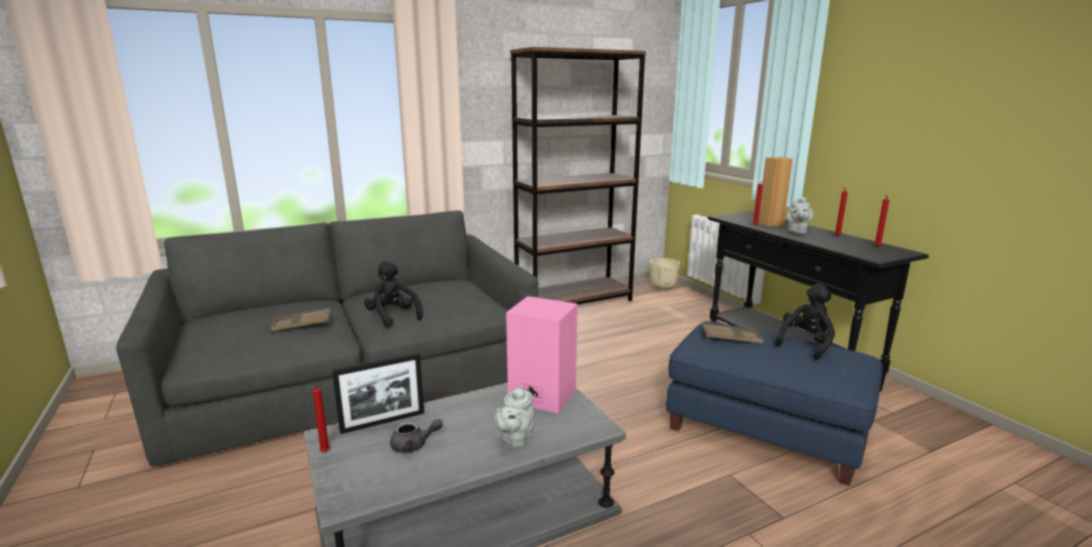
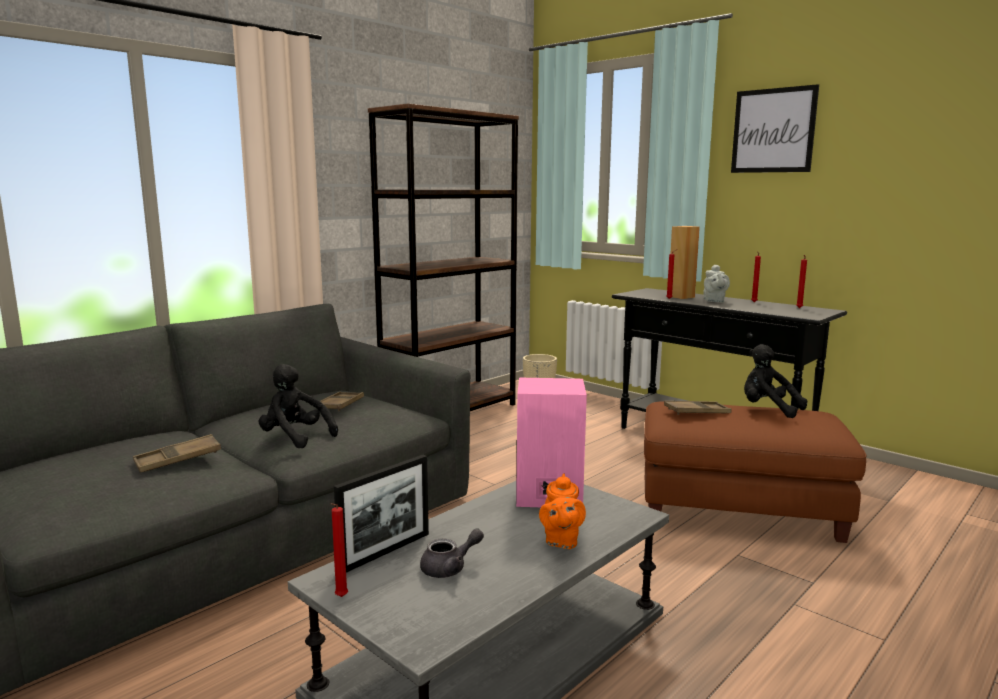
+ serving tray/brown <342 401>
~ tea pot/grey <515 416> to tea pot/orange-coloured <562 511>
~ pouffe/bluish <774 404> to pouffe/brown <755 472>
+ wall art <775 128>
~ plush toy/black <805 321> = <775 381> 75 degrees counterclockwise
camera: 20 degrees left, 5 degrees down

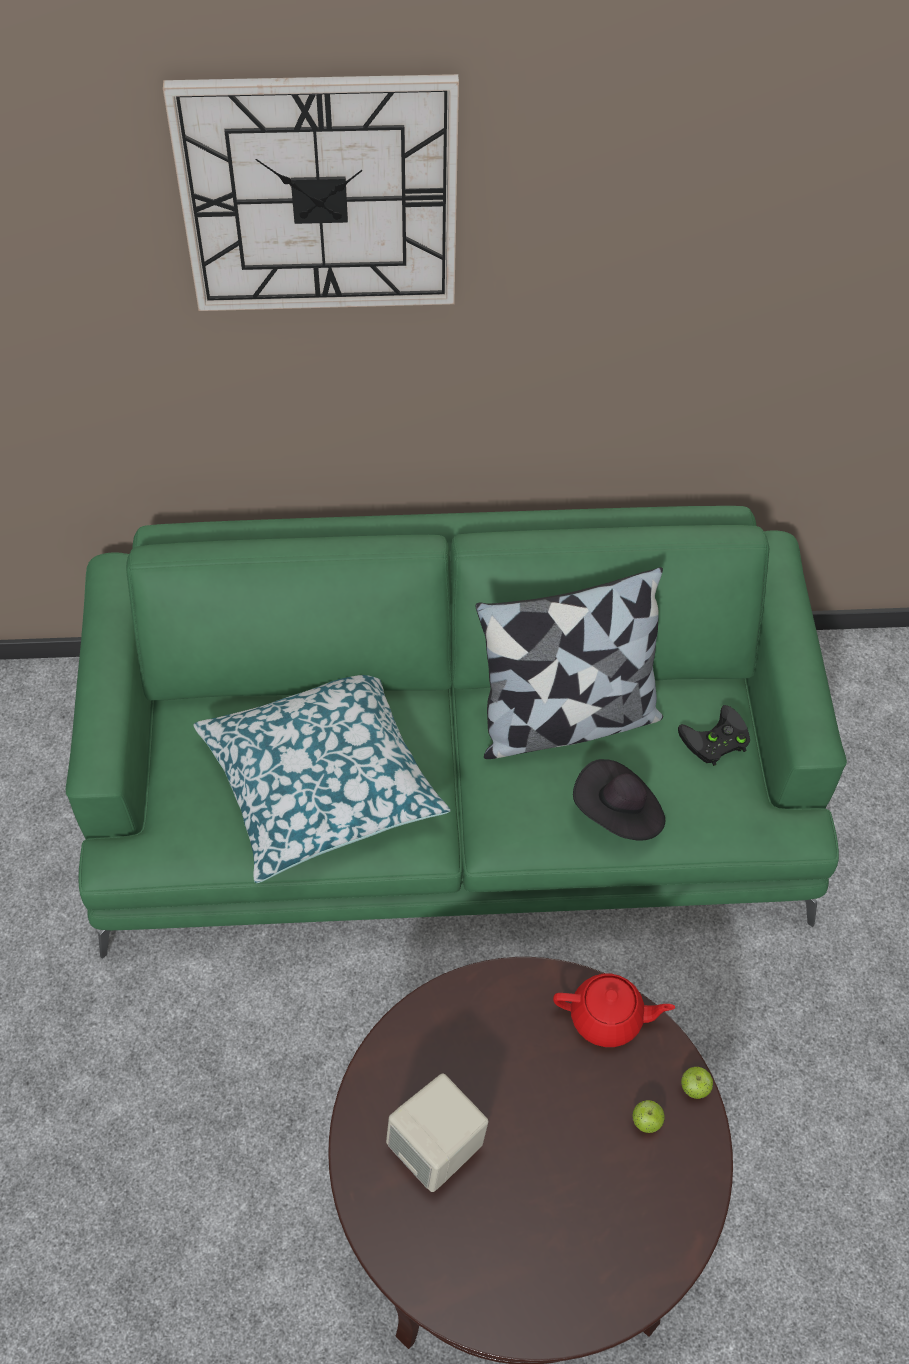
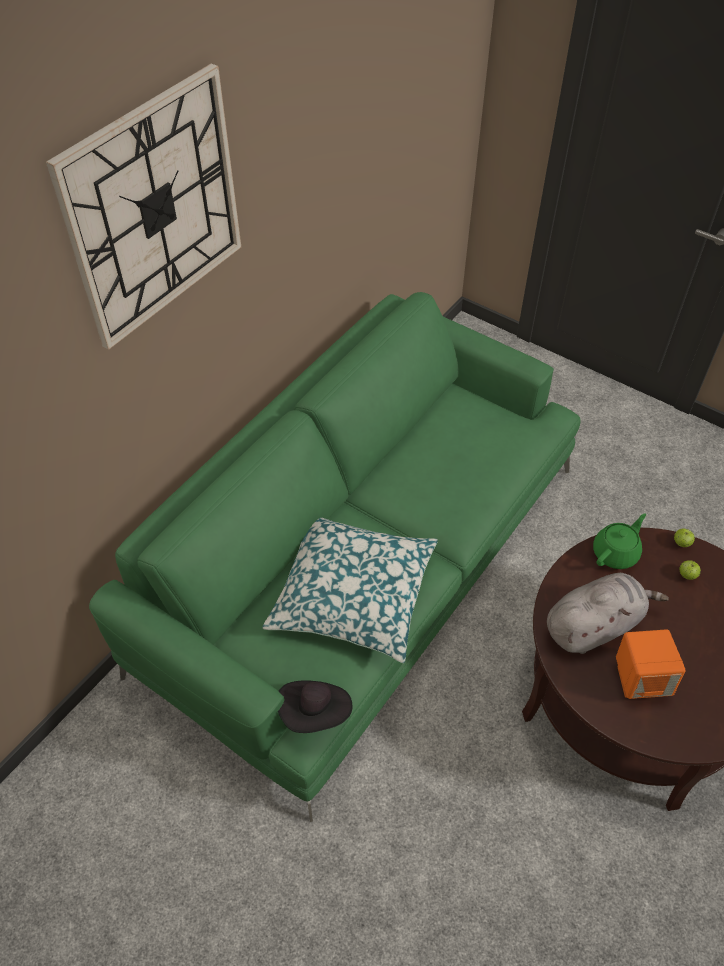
~ hat/black <619 799> to <315 706>
+ plush toy/grey <608 613>
~ tea pot/red-coloured <614 1010> to tea pot/green <619 541>
~ loudspeaker/sand-coloured <437 1132> to loudspeaker/orange-coloured <651 664>
- cushion <569 663>
- game controller/black <714 735>
camera: 50 degrees left, 5 degrees down

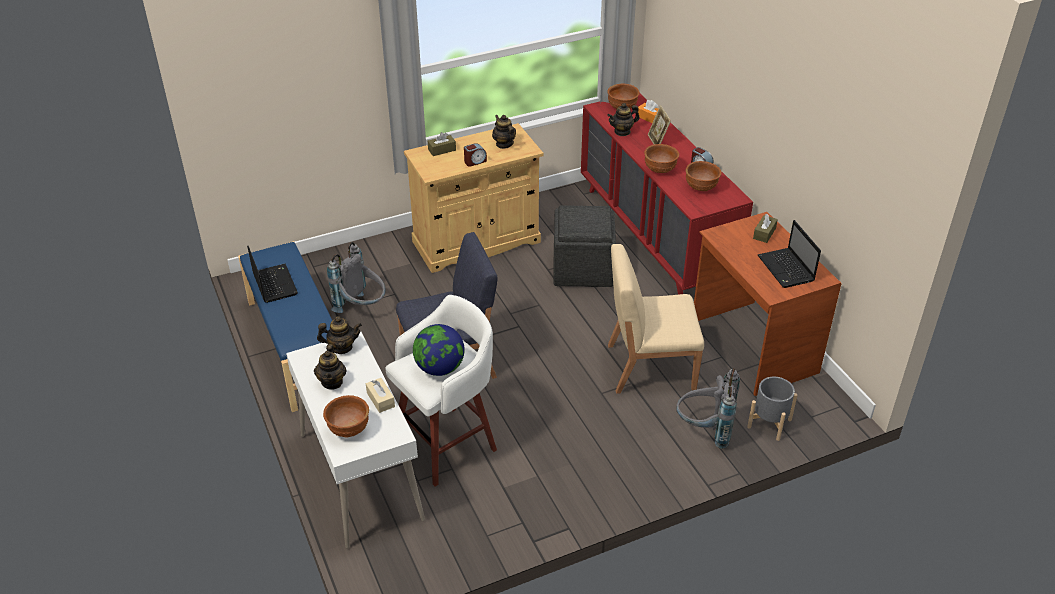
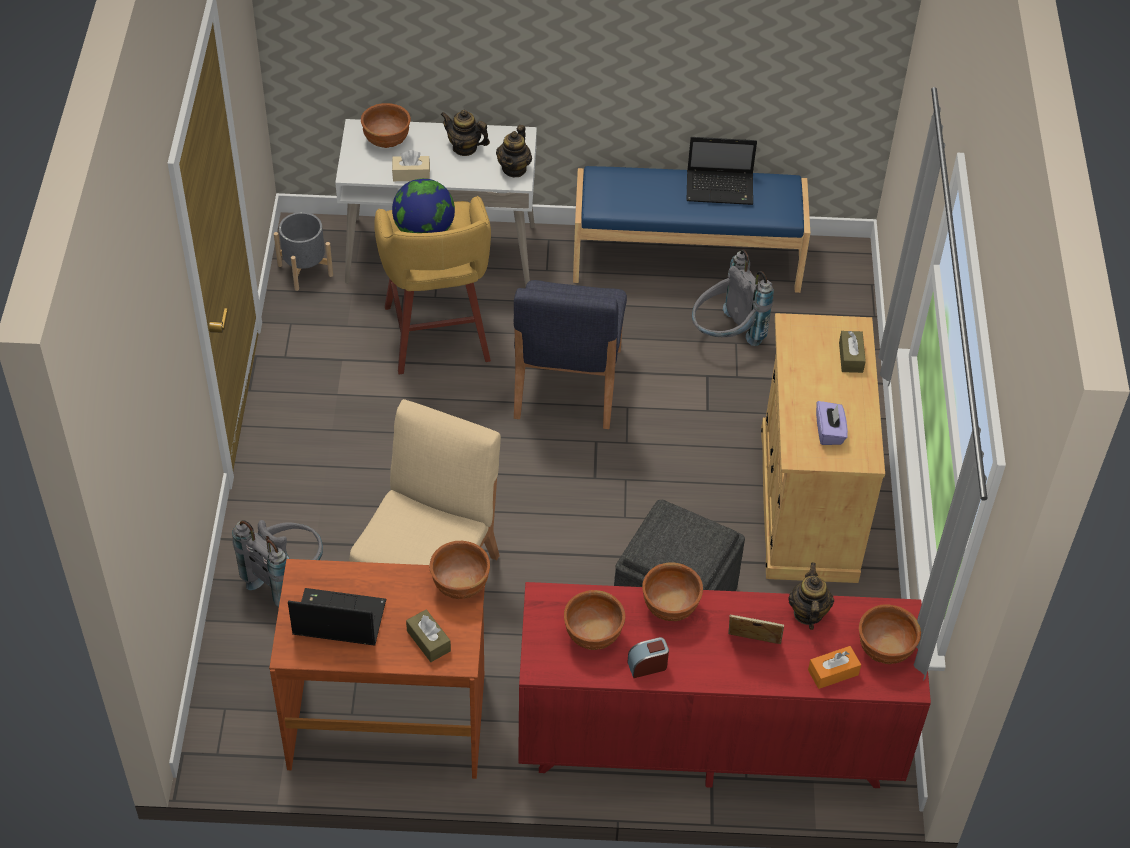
~ plant pot/grey <772 409> to <303 251>
~ stool seat/whitish <441 391> to stool seat/yellow-coloured <432 285>
+ bowl/brown <459 570>
~ tea pot <504 132> to tissue box/purple-coloured <832 423>
- bedside clock <475 155>
camera: 115 degrees right, 10 degrees up

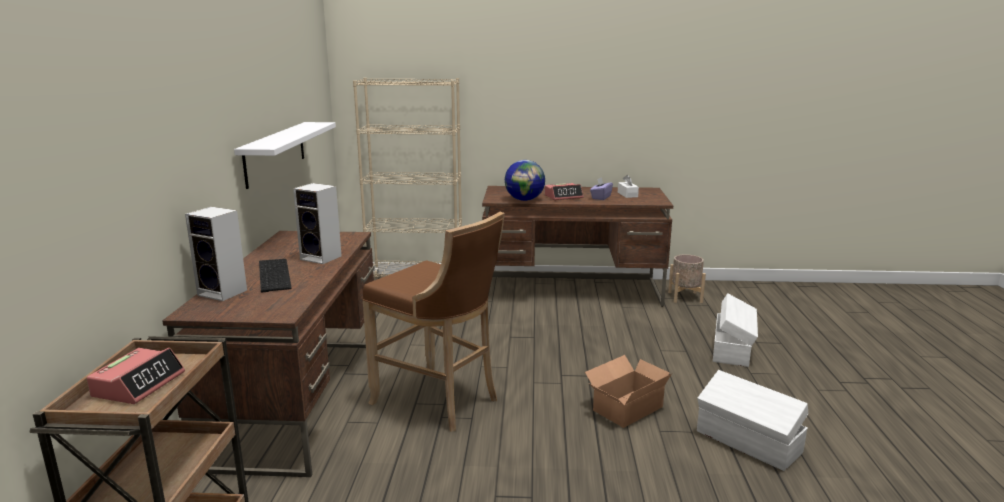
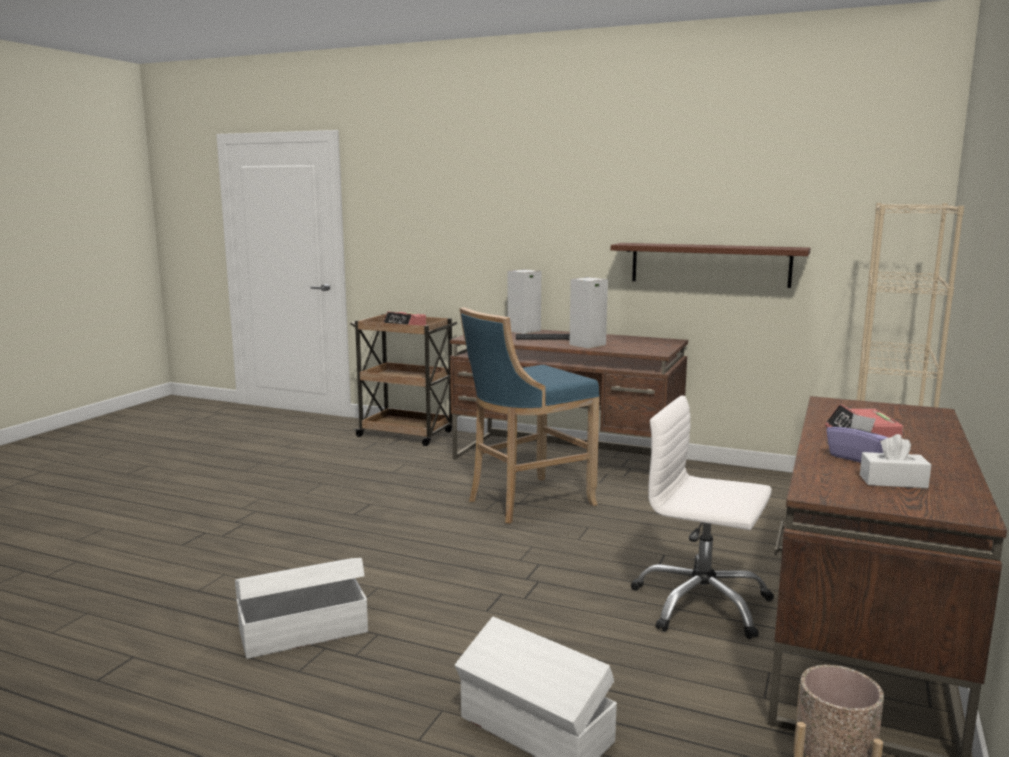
~ stool seat/brown <433 322> to stool seat/bluish <529 415>
~ shelf/whitish <285 155> to shelf/brown <710 265>
+ computer chair/whitish <702 517>
- globe <525 180>
- packing box <628 391>
camera: 110 degrees right, 5 degrees down

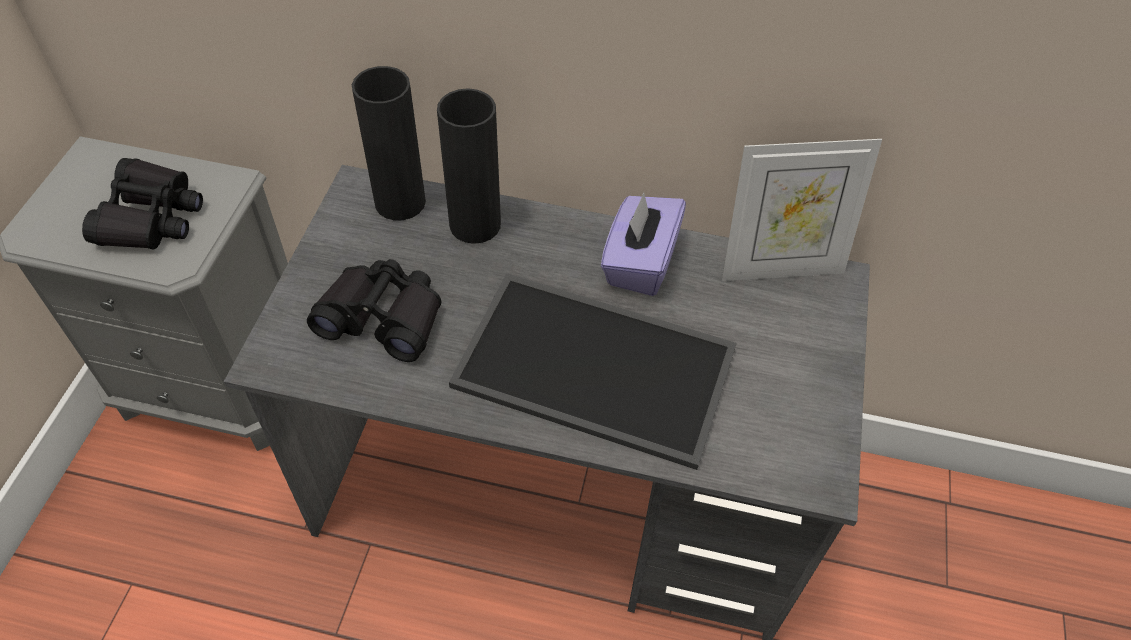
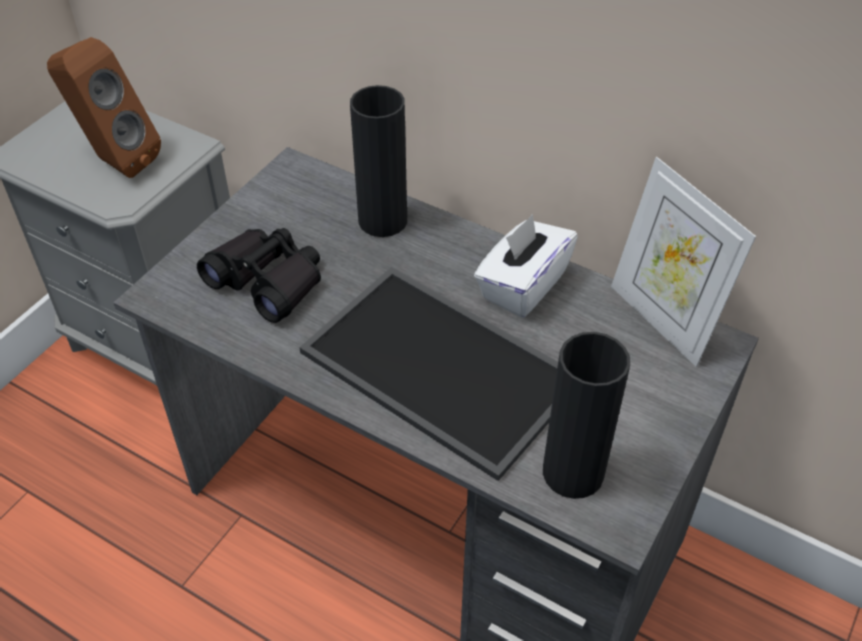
~ field glasses/black <142 203> to loudspeaker/brown <104 107>
~ tissue box/purple-coloured <643 244> to tissue box/whitish <526 266>
~ vase/black <389 143> to <586 415>
~ standing frame <802 210> = <683 262> 45 degrees clockwise
camera: 20 degrees right, 5 degrees down

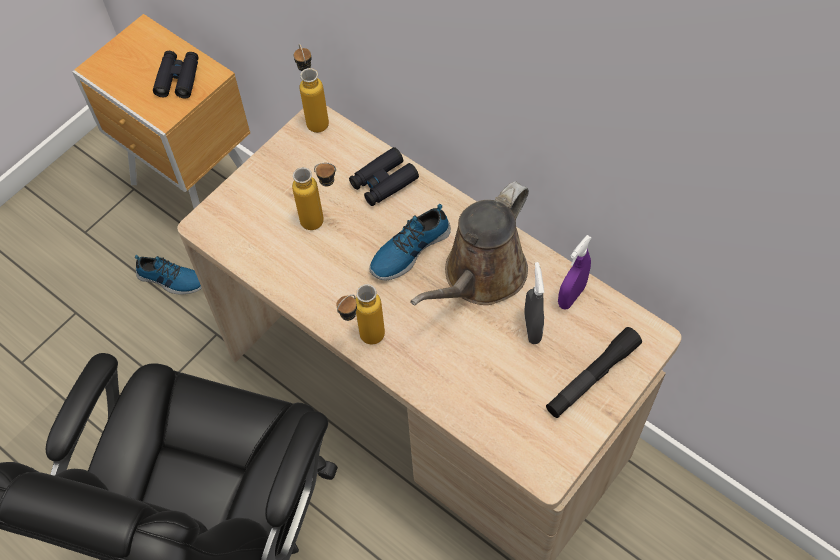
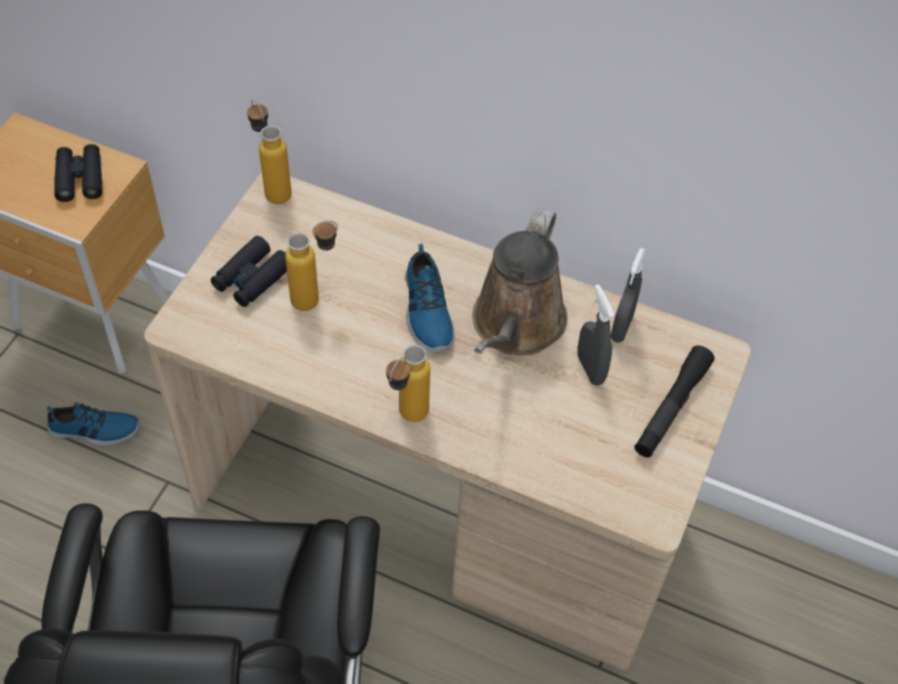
~ field glasses/black <384 176> to <249 271>
~ shoe <410 242> = <429 298> 45 degrees counterclockwise
~ hand sprayer/purple-coloured <575 272> to hand sprayer/grey <628 295>
camera: 20 degrees left, 5 degrees down

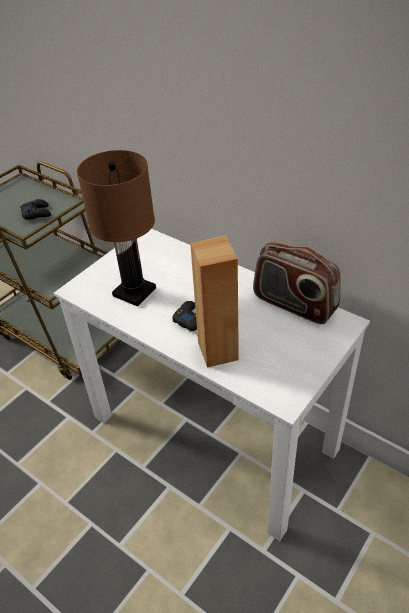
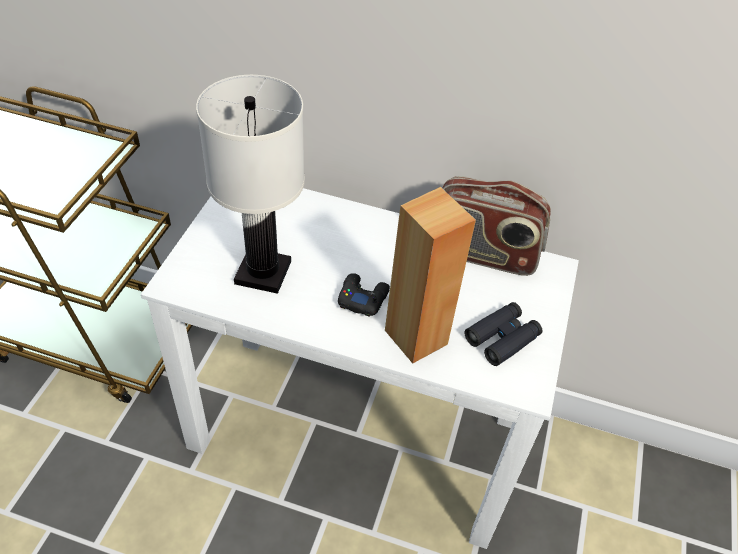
~ tabletop lamp/brown <116 228> to tabletop lamp/whitish <250 184>
+ field glasses/black <503 334>
- game controller/black <35 209>
camera: 25 degrees left, 5 degrees up

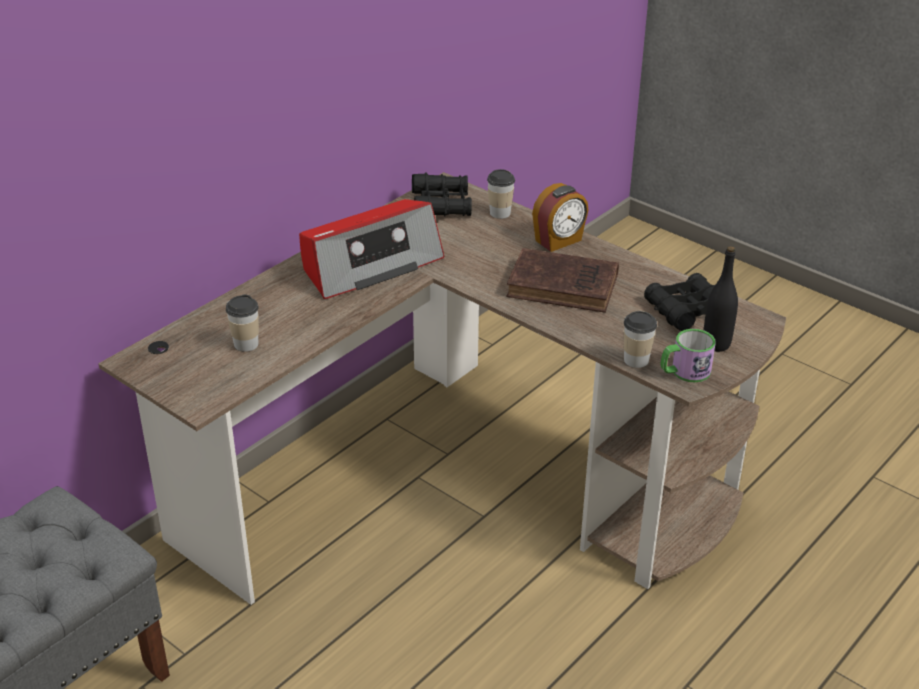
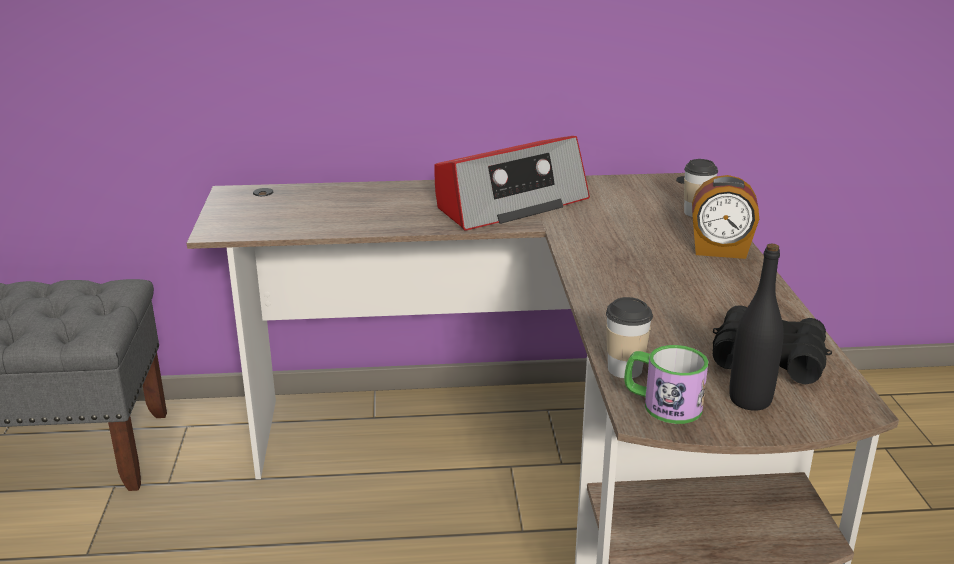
~ radio receiver <372 249> = <512 183> 45 degrees counterclockwise
- small cup <242 323>
- field glasses/black <442 194>
- book/brown <562 280>
camera: 45 degrees right, 10 degrees down

